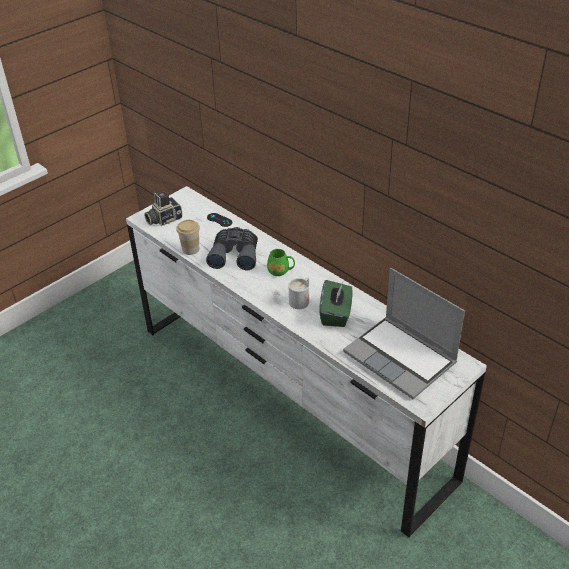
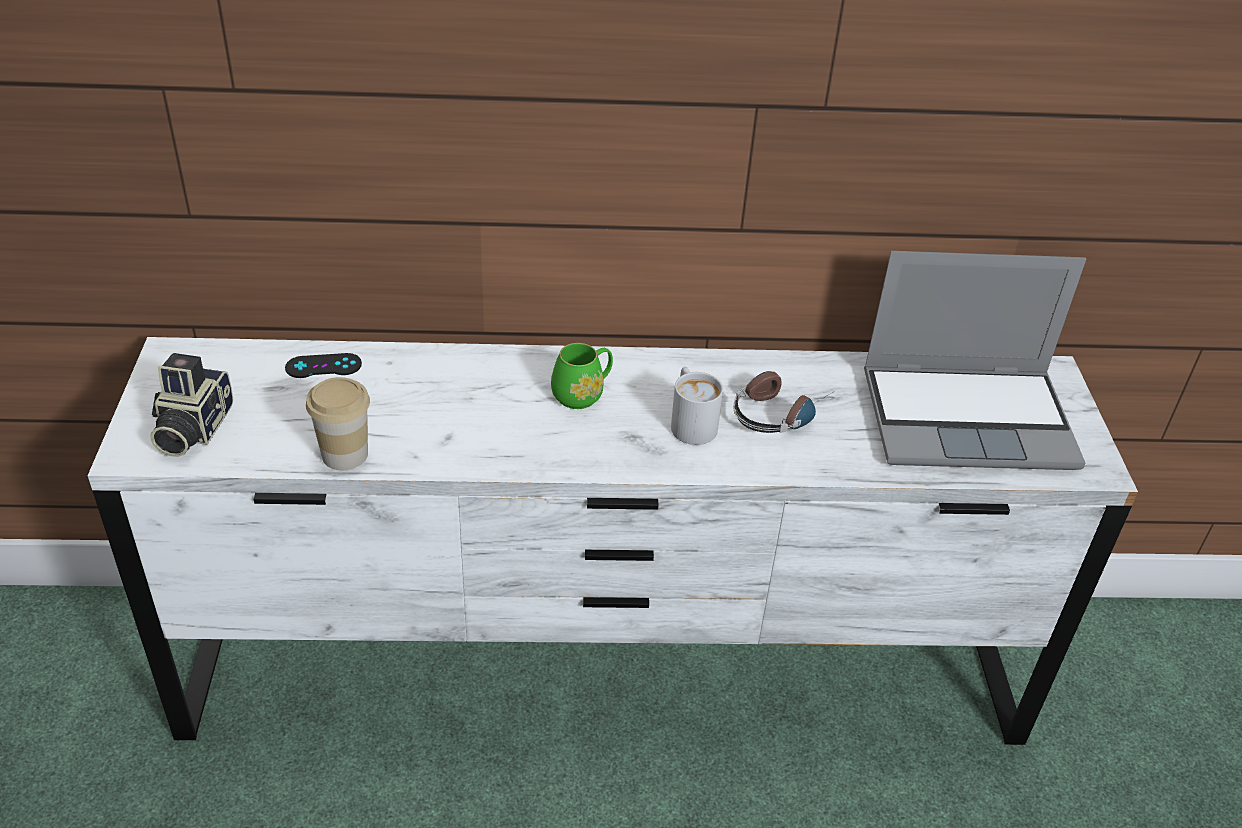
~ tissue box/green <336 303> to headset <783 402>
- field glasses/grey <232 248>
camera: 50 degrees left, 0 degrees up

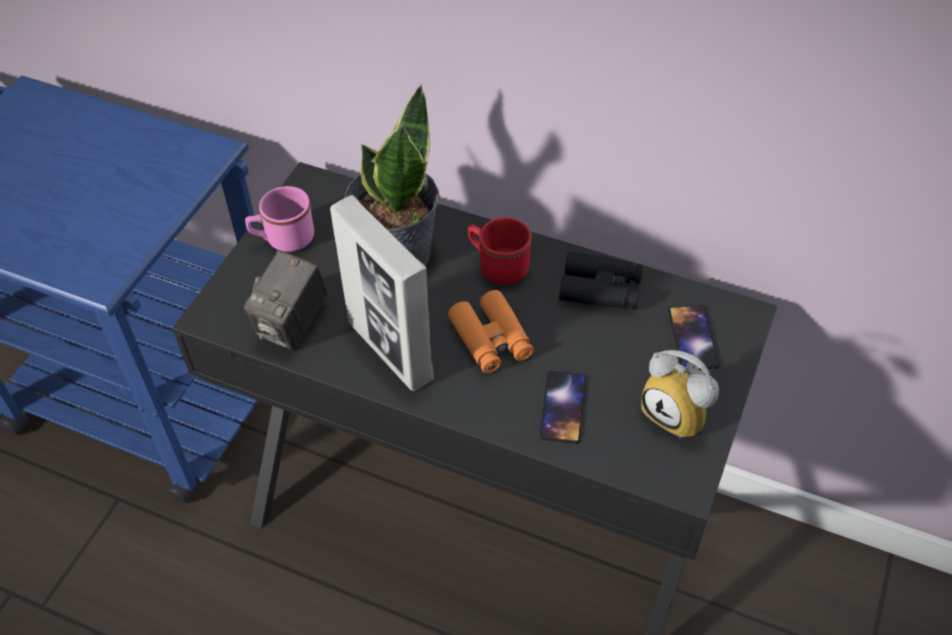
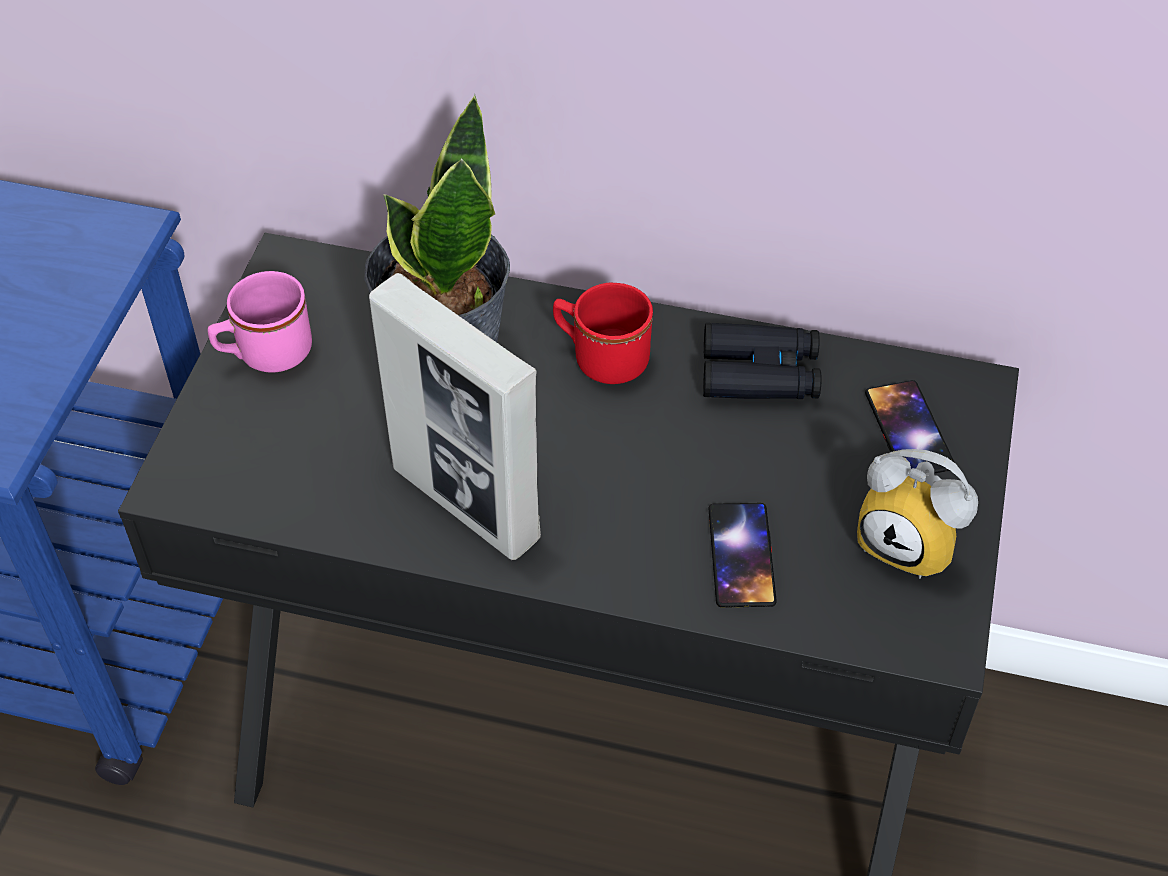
- photo camera <285 300>
- field glasses/orange-coloured <491 331>
camera: 10 degrees left, 0 degrees up

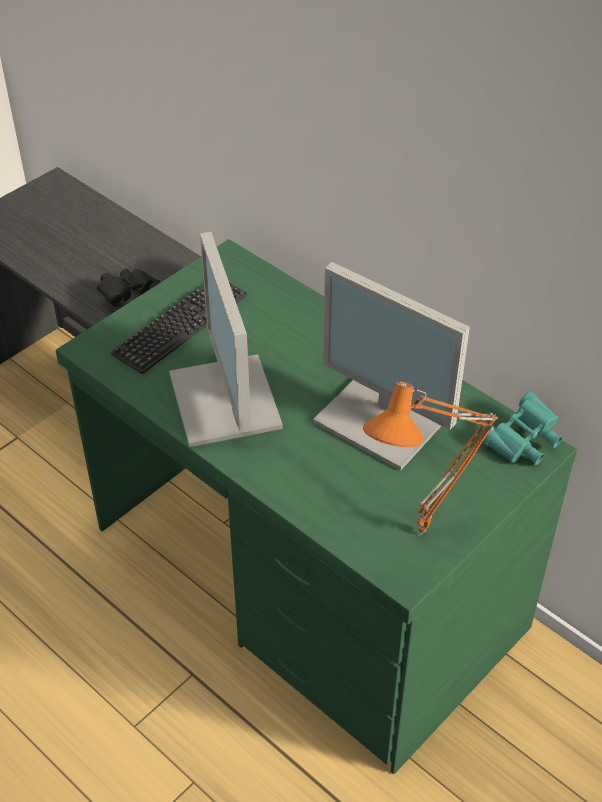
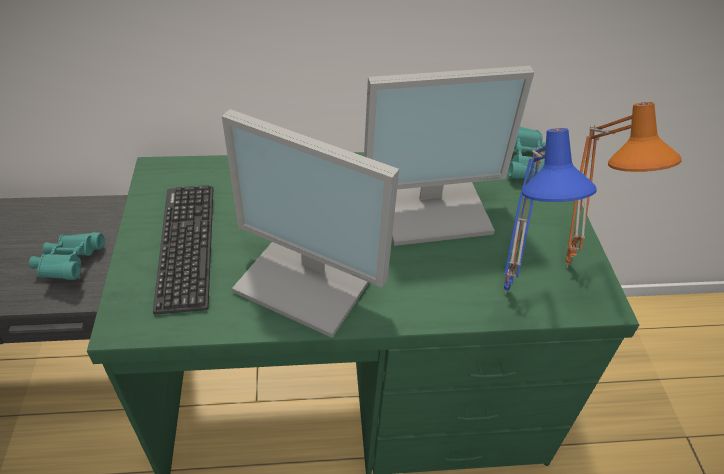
~ field glasses/black <129 287> to field glasses/turquoise <67 256>
+ tabletop lamp/bluish <550 211>
camera: 50 degrees left, 0 degrees up

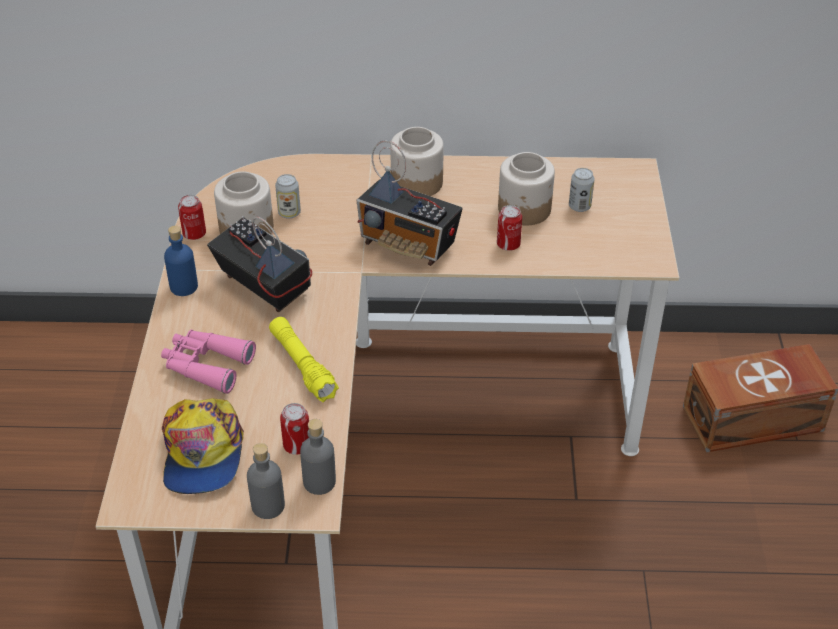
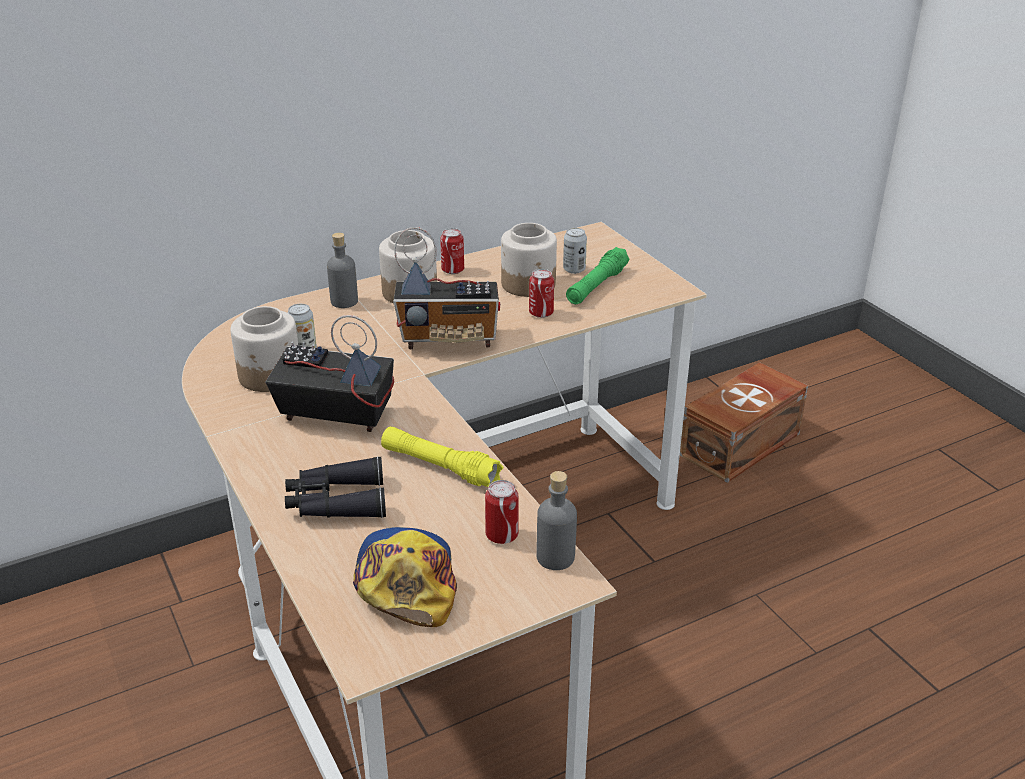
~ field glasses/pink-coloured <208 362> to field glasses/black <335 487>
~ bottle/grey <266 481> to <342 270>
~ peaked cap <203 446> = <405 577> 150 degrees counterclockwise
~ metal can <192 217> to <452 251>
+ flashlight/green <598 275>
- bottle/bluish <181 261>
camera: 30 degrees left, 10 degrees down

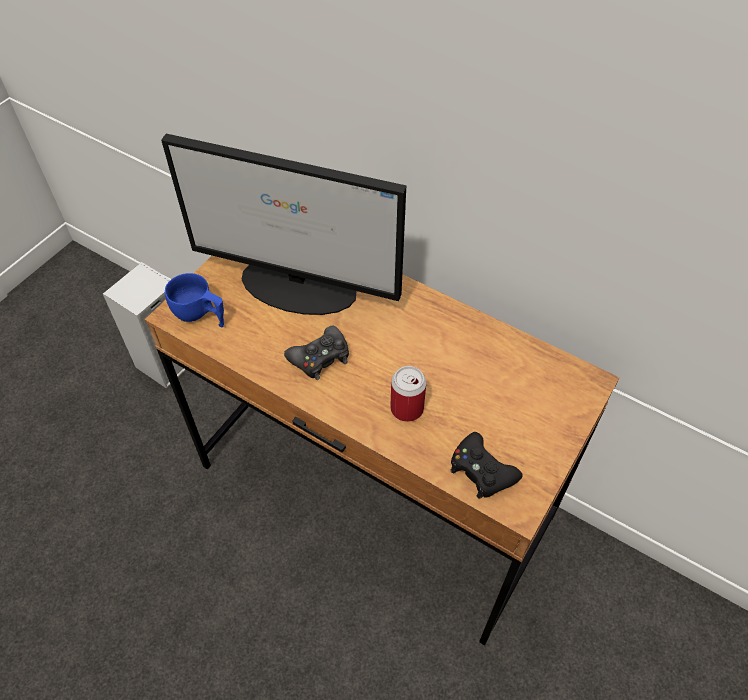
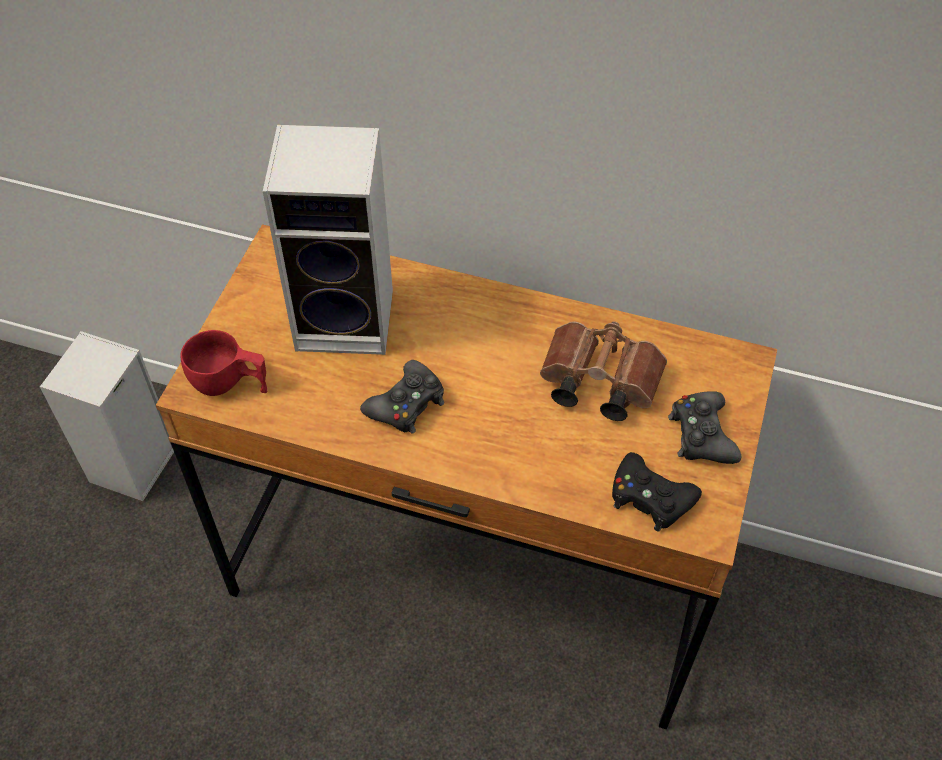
~ small cup/bluish <194 300> to small cup/red-coloured <223 363>
~ computer screen <283 224> to loudspeaker <328 240>
+ field glasses/brown <603 371>
+ game controller/black <704 427>
- metal can <408 394>
camera: 15 degrees left, 0 degrees up

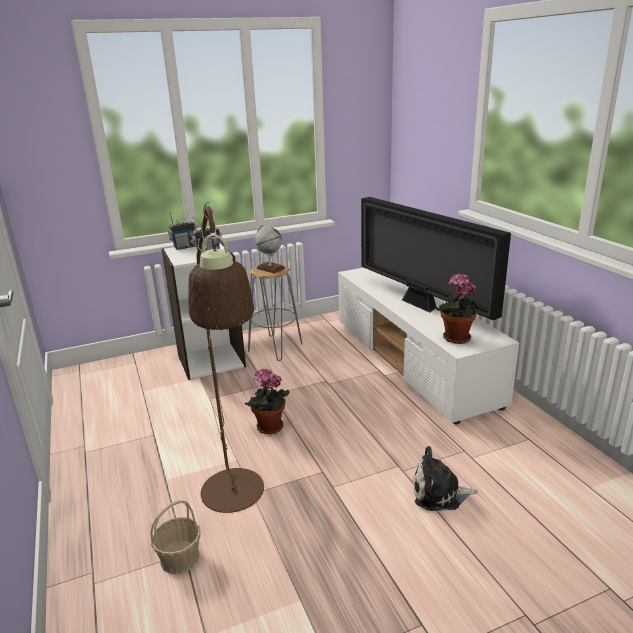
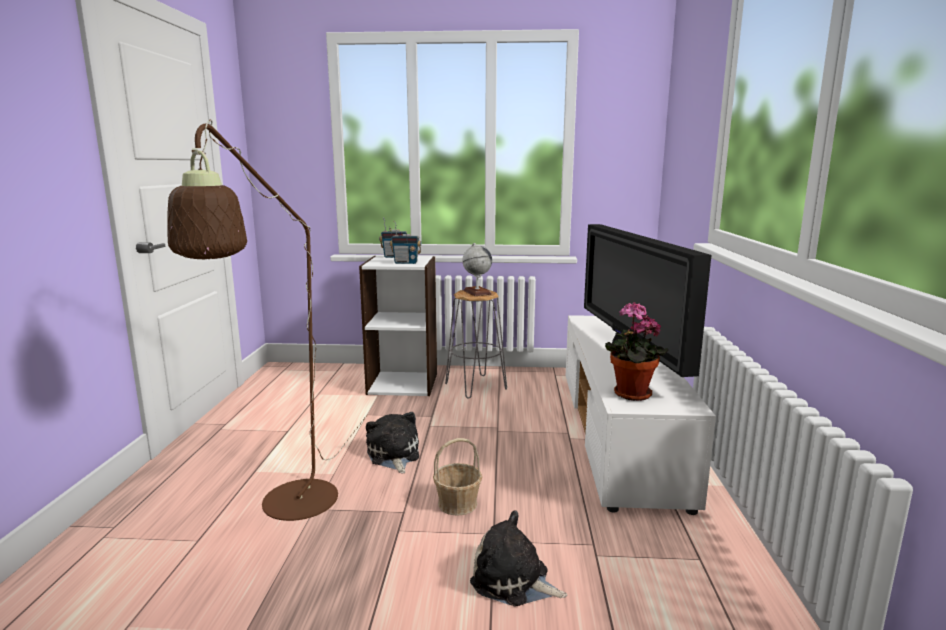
~ houseplant <267 401> to plush toy <392 443>
~ basket <176 537> to <457 477>
camera: 25 degrees right, 10 degrees down

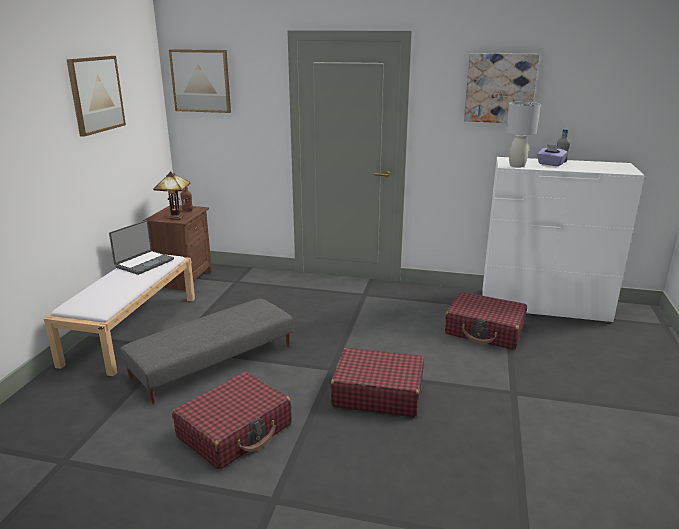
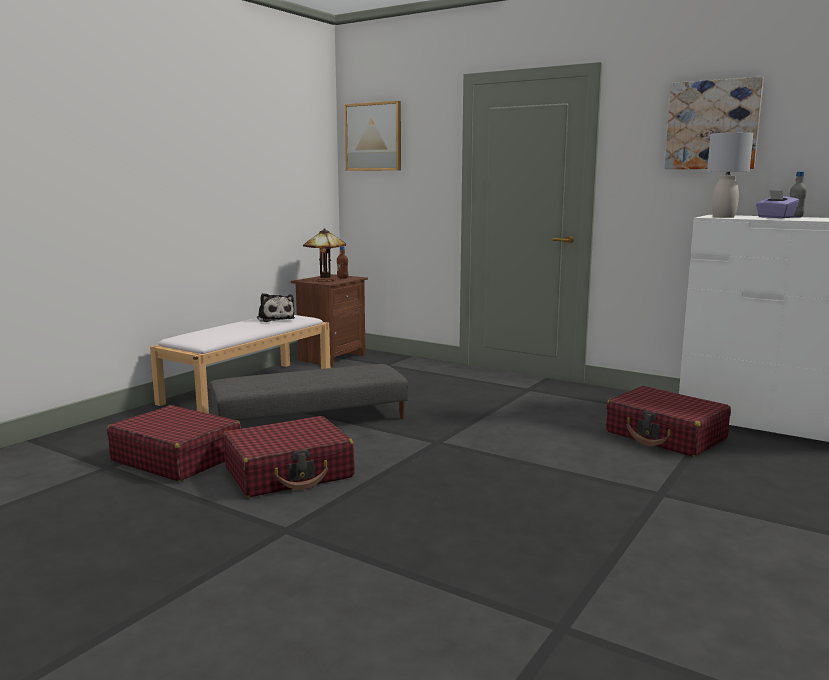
~ suitcase/red-coloured <377 382> to <174 443>
~ notebook computer <141 247> to plush toy <276 307>
- wall art <96 96>
camera: 20 degrees right, 10 degrees down

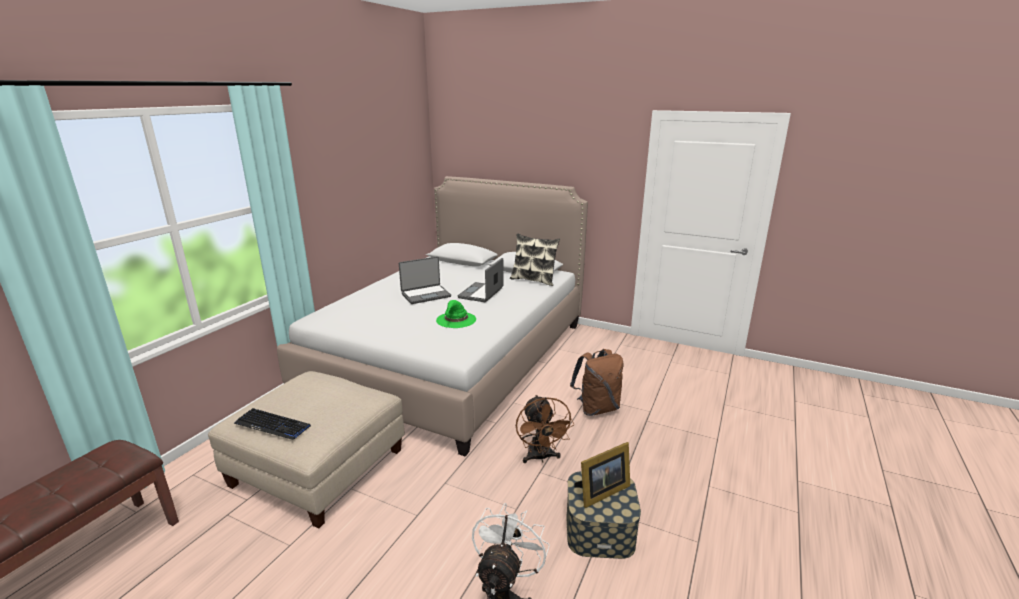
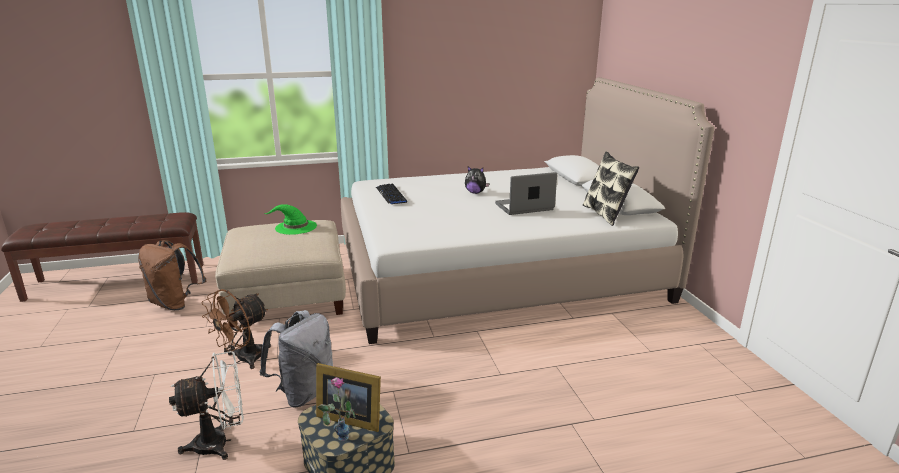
~ backpack/brown <597 382> to <172 275>
~ electric fan/brown <545 429> to <236 329>
+ backpack/grey <296 359>
~ hat/green <456 314> to <290 219>
+ vase <336 409>
~ keyboard <272 424> to <391 193>
~ notebook computer <425 280> to plush toy <477 180>
camera: 50 degrees right, 0 degrees up

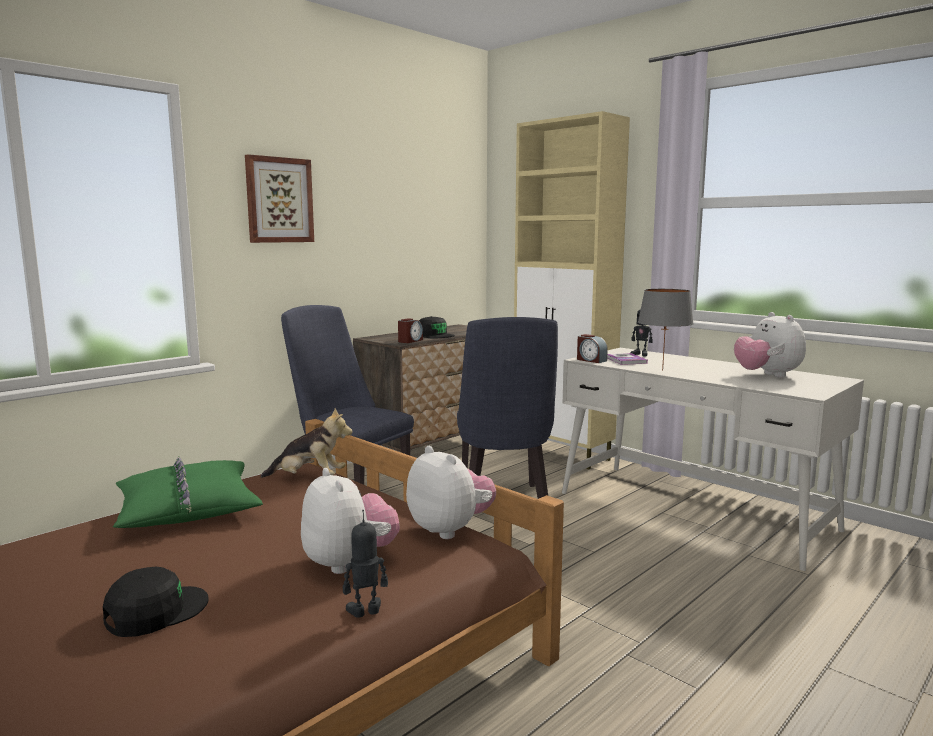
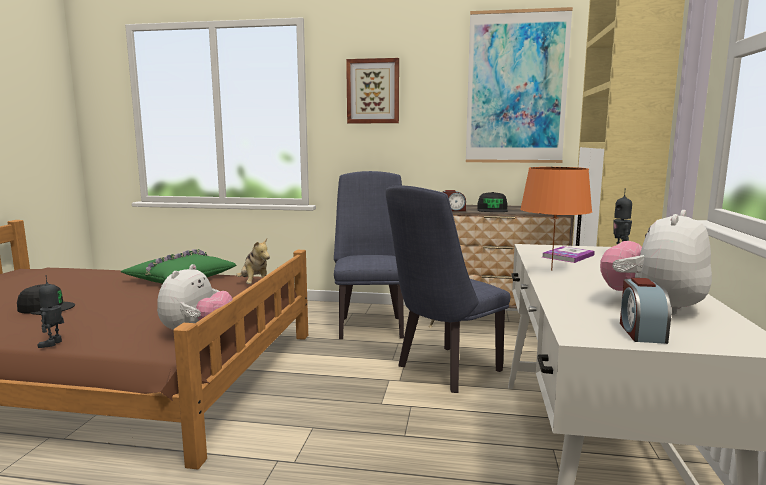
~ model robot <365 564> = <51 311> 120 degrees counterclockwise
+ wall art <519 85>
~ tabletop lamp/grey <666 329> to tabletop lamp/orange-coloured <556 219>
~ bedside clock <592 348> to <645 311>
- plush toy <350 521>
camera: 55 degrees right, 0 degrees up

